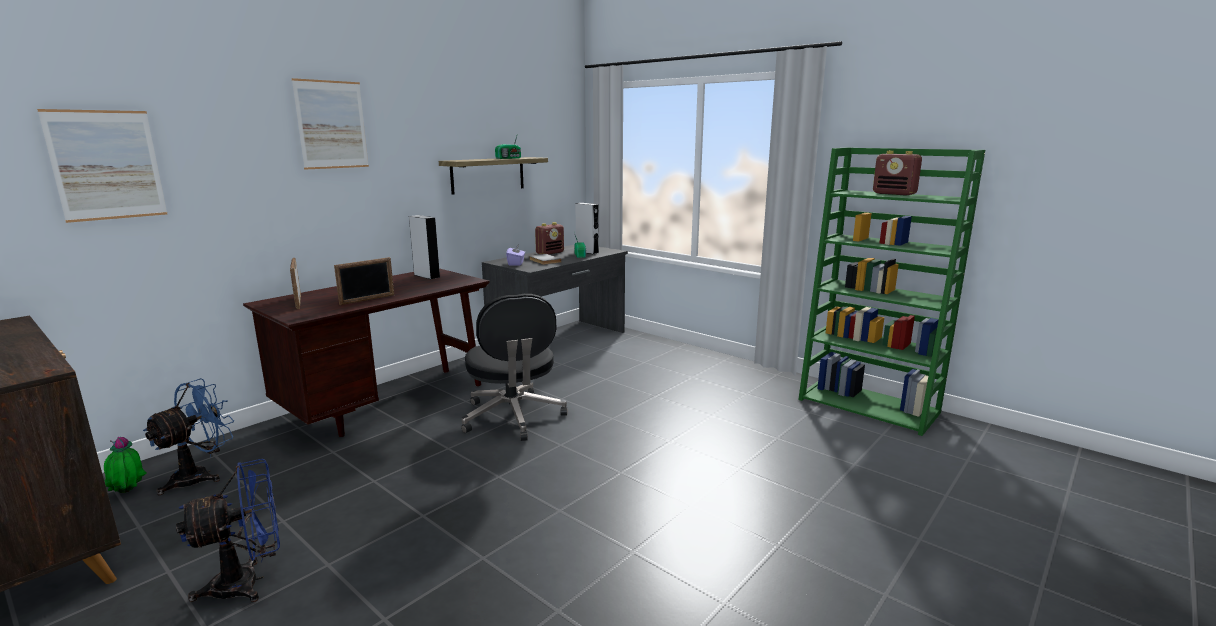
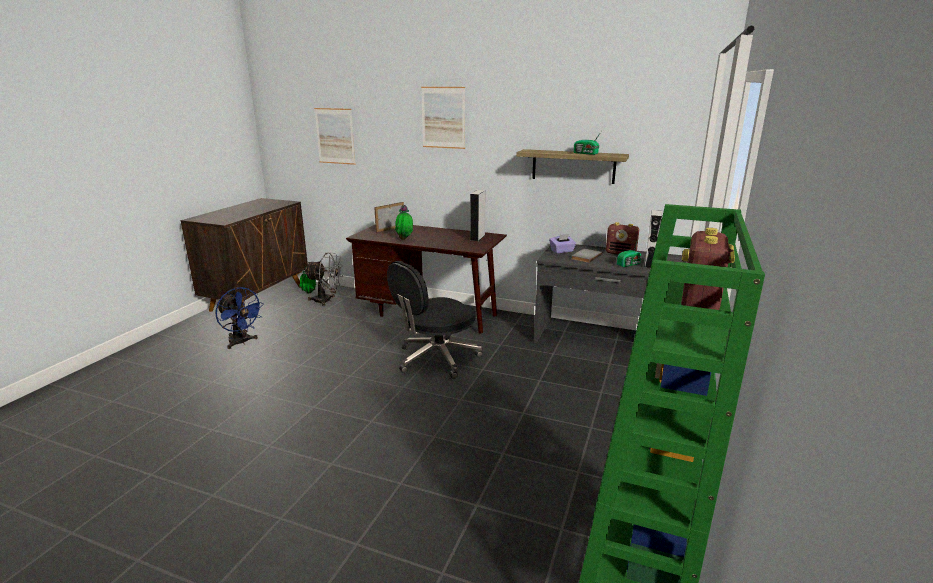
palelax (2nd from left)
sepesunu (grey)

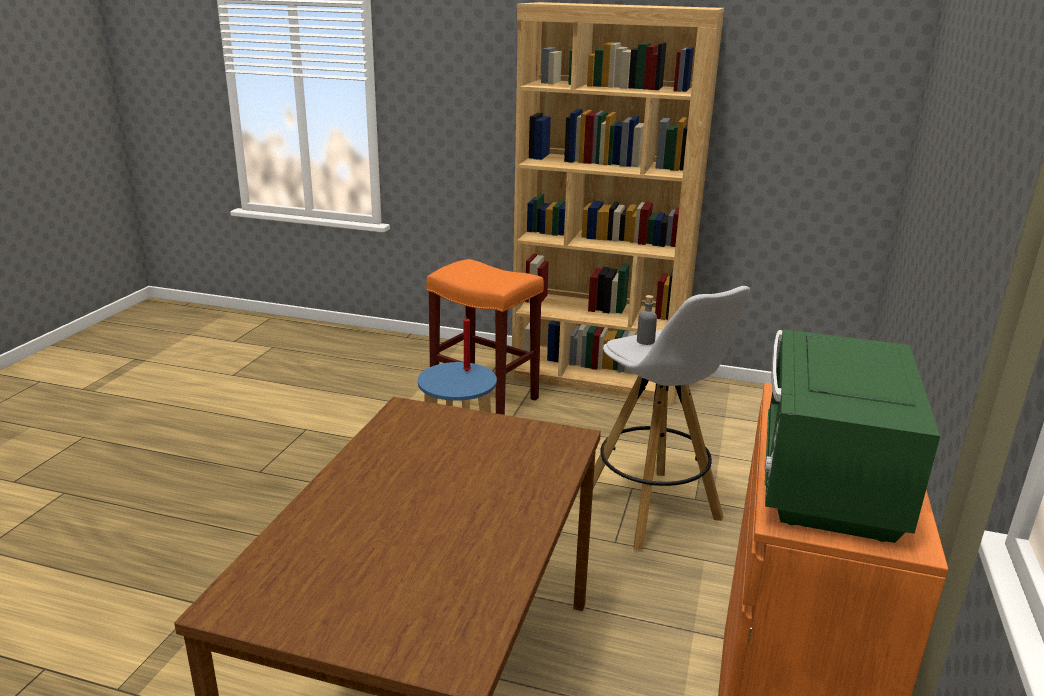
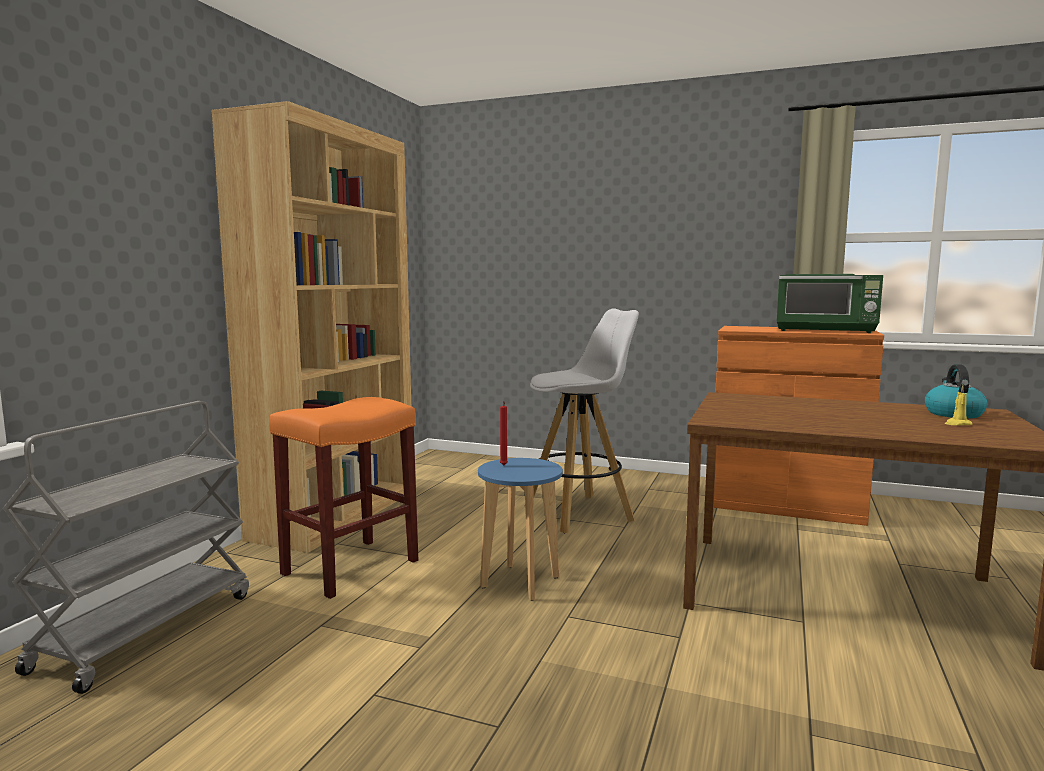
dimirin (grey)
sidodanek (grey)
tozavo
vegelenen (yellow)

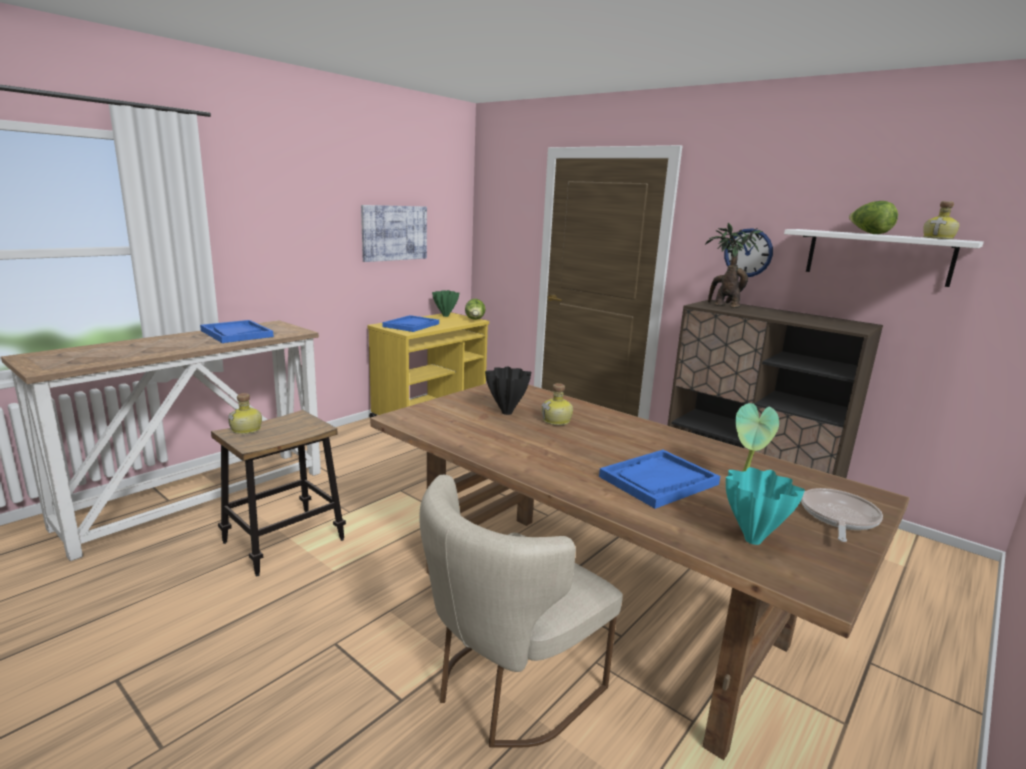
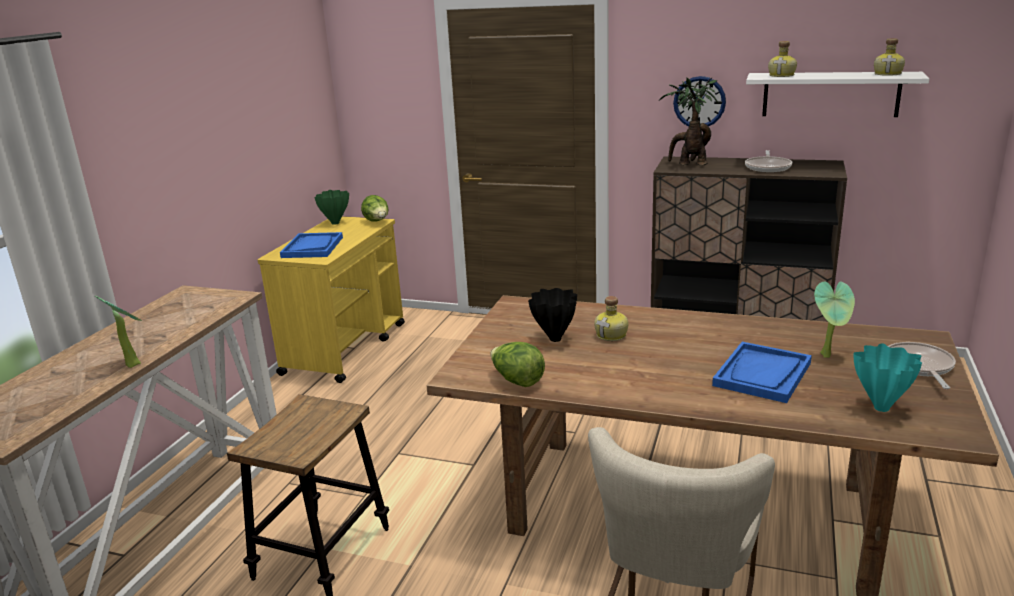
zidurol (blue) (1st from left in the first image)
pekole
palelax (1st from left)
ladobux (1st from left)
dimirin (2nd from left)
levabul (2nd from left)

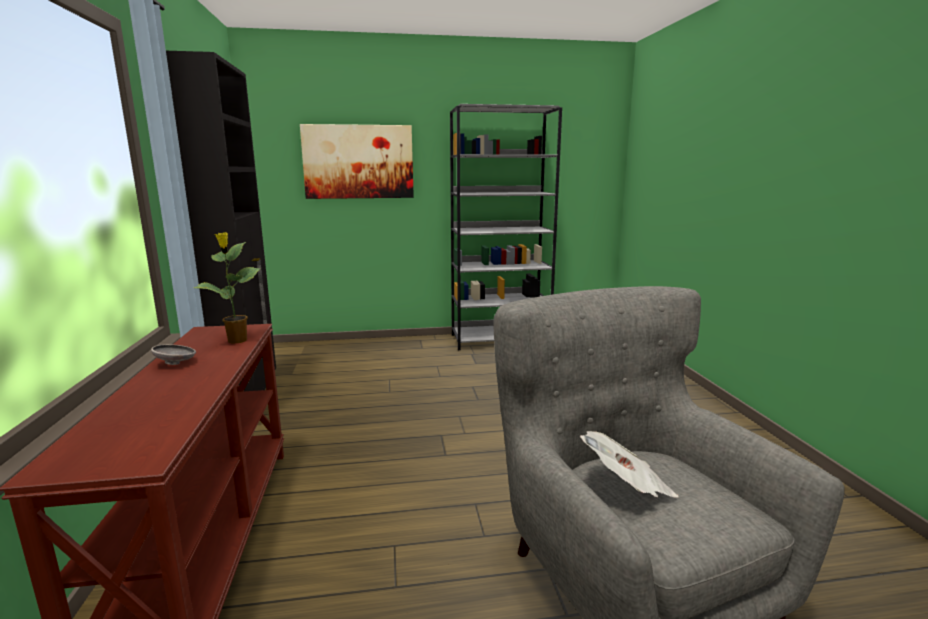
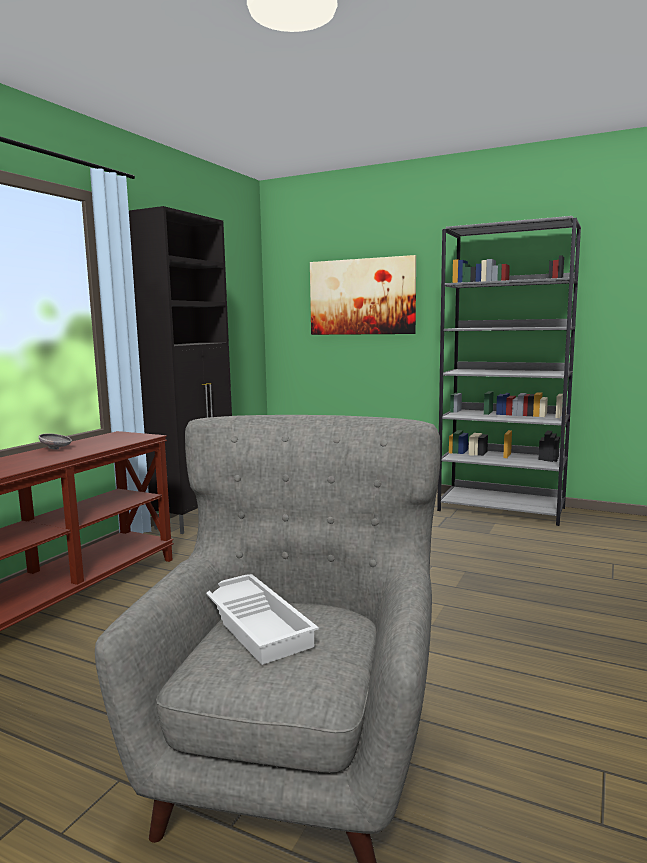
palelax
zidurol (white)

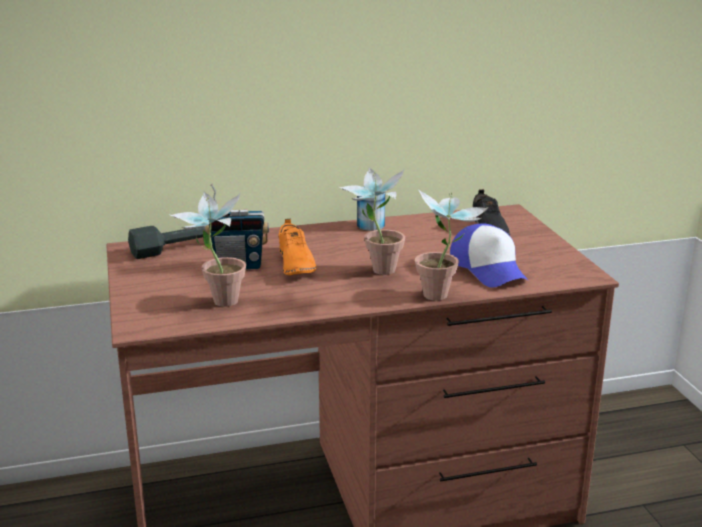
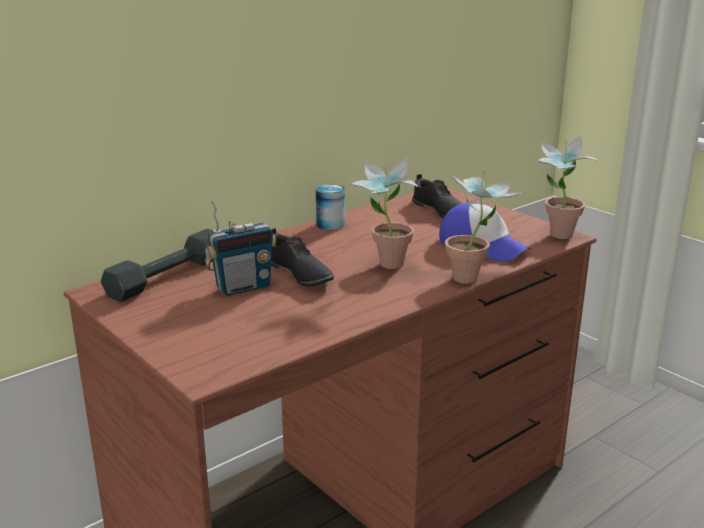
palelax (3rd from left)
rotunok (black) (1st from left)

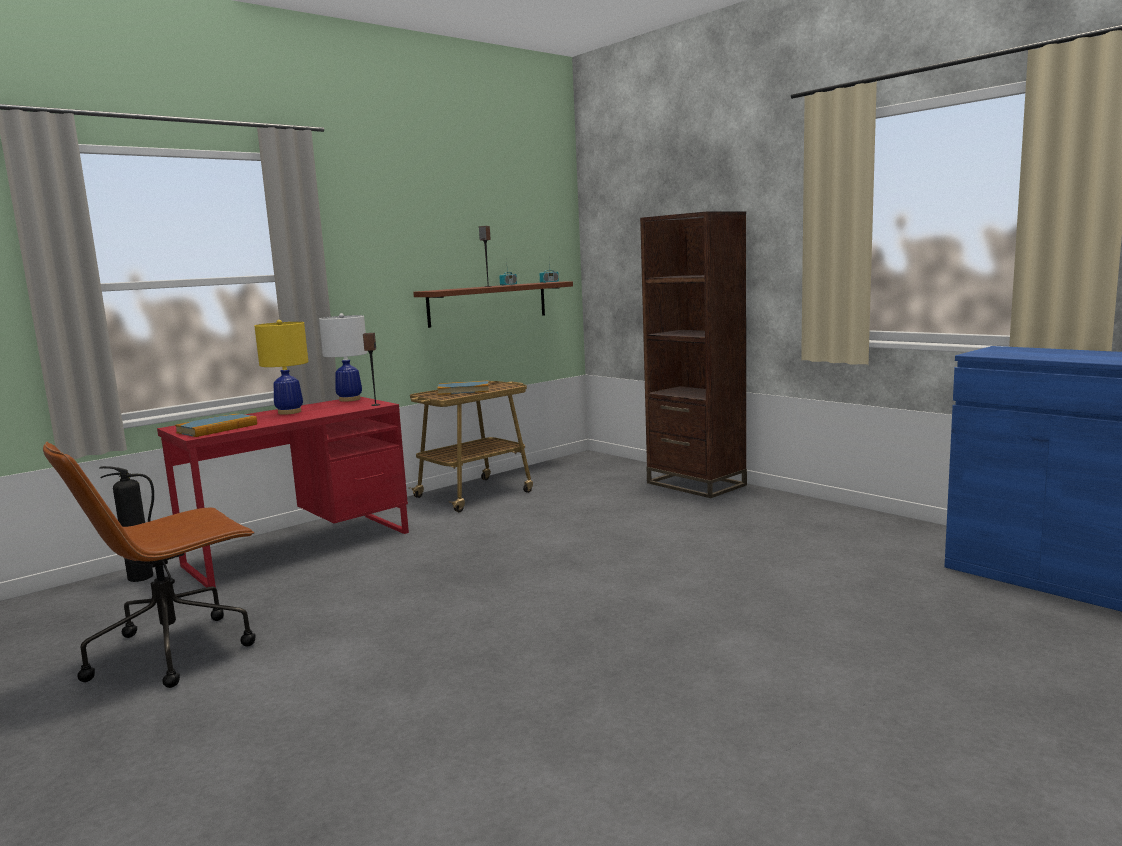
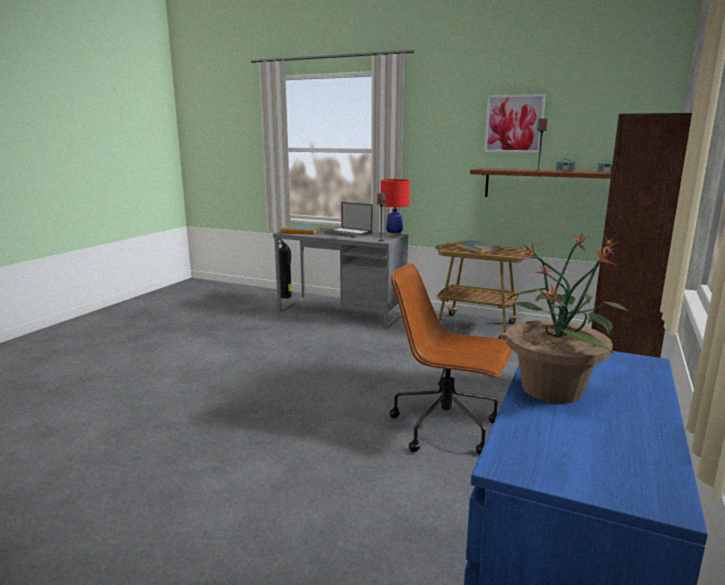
pekole
palelax
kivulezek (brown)
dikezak
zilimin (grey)
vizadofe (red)

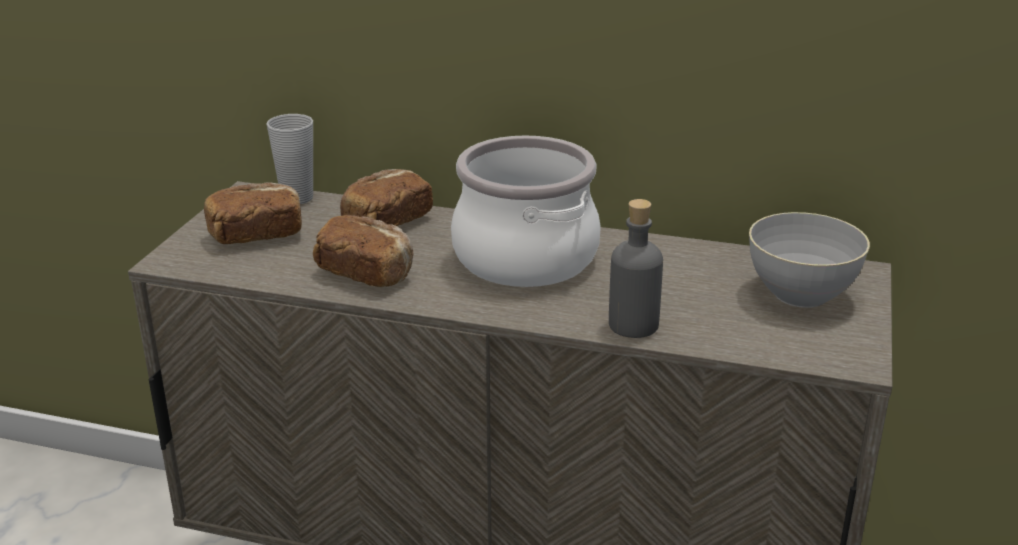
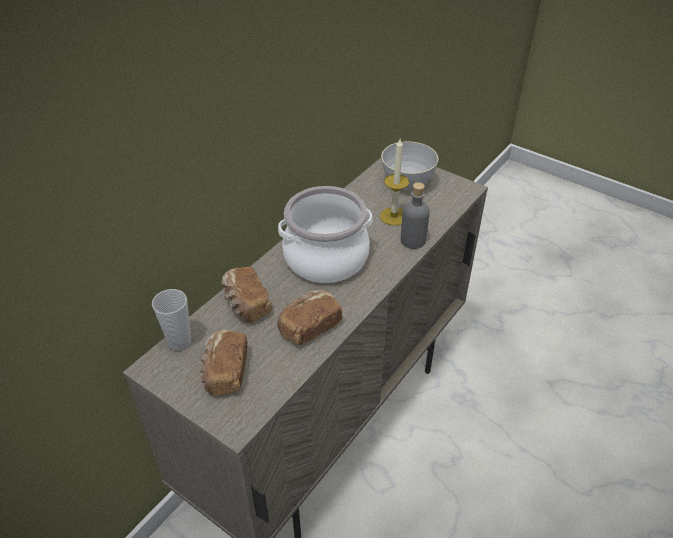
vegelenen

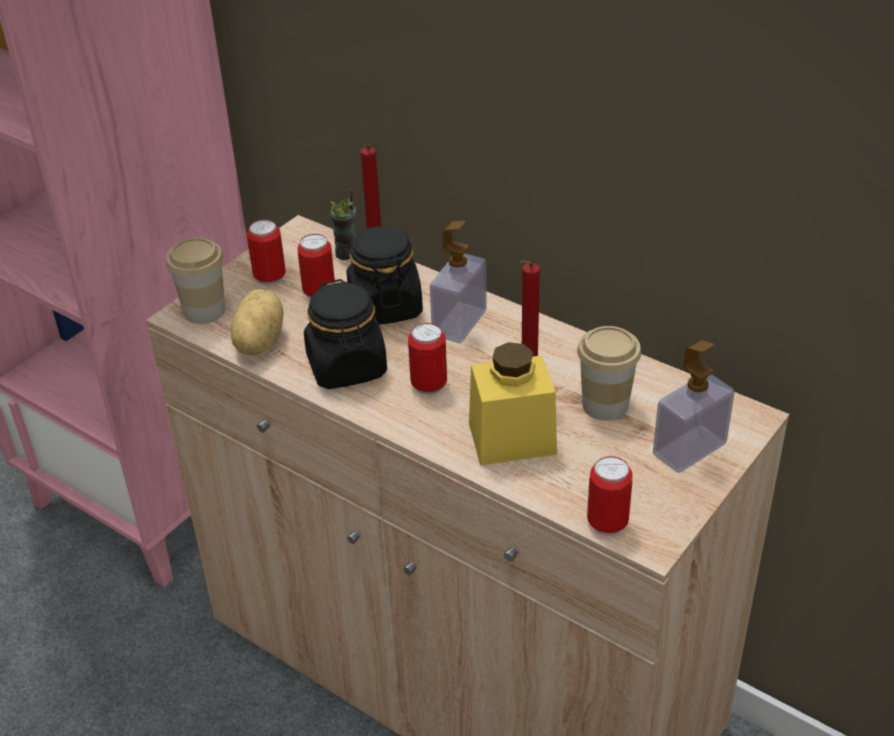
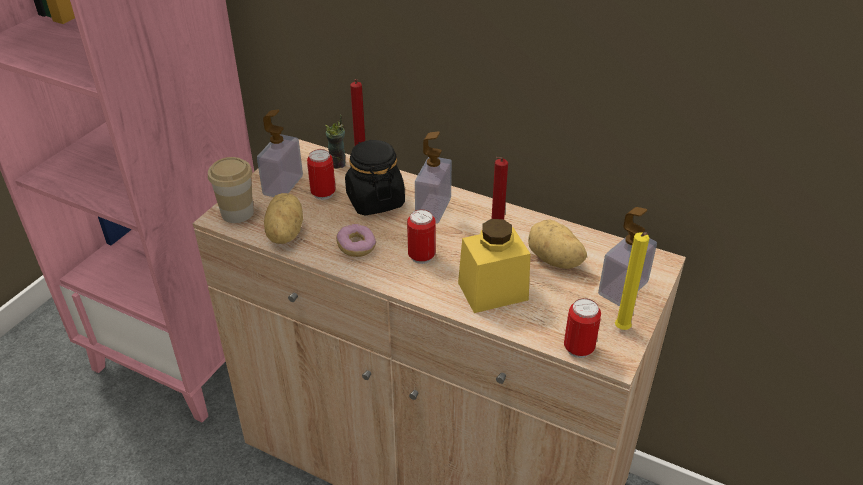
vegelenen (yellow)
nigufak (1st from left)
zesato
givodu (2nd from left)

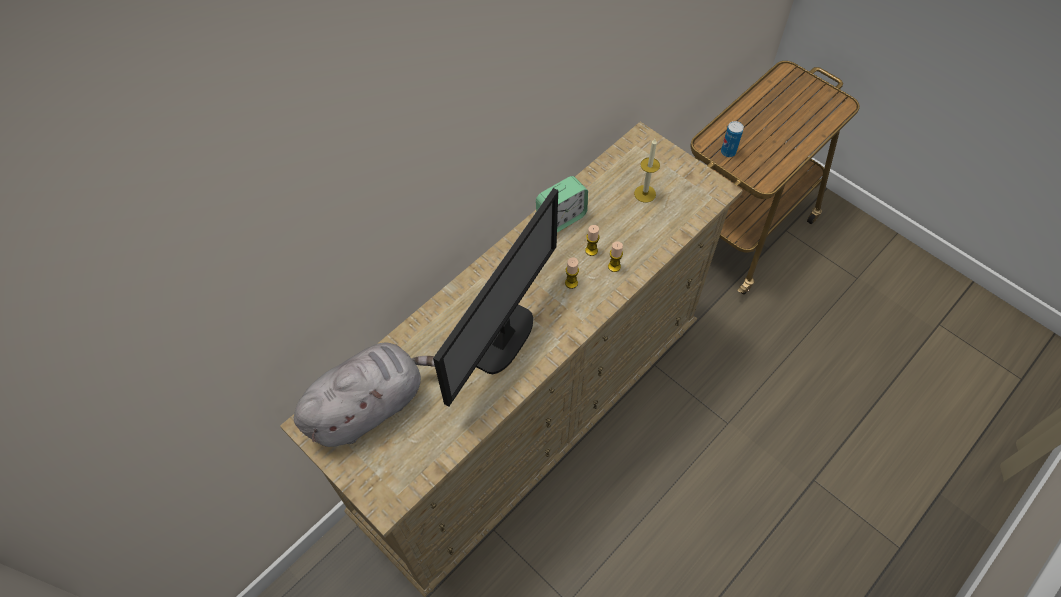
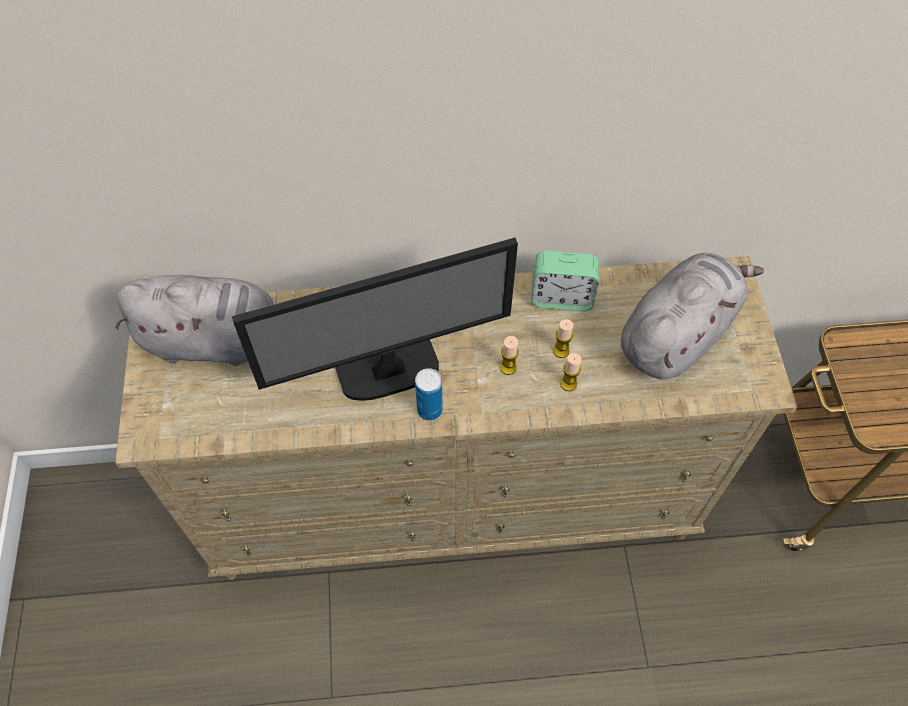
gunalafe
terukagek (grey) (2nd from left)

